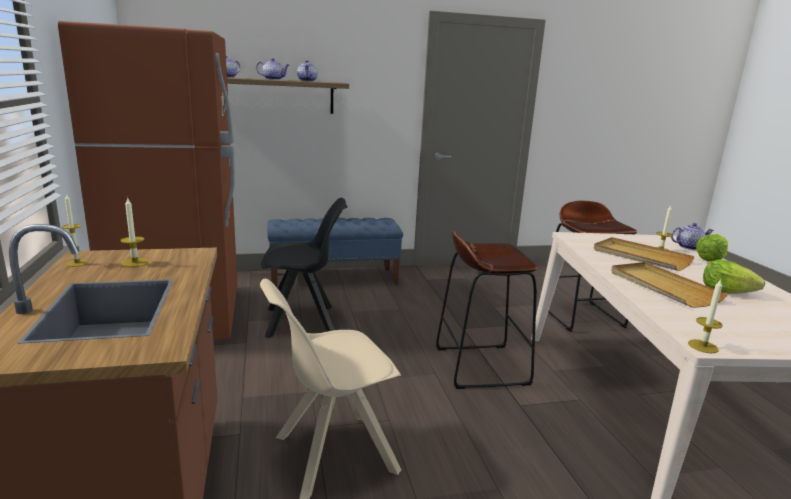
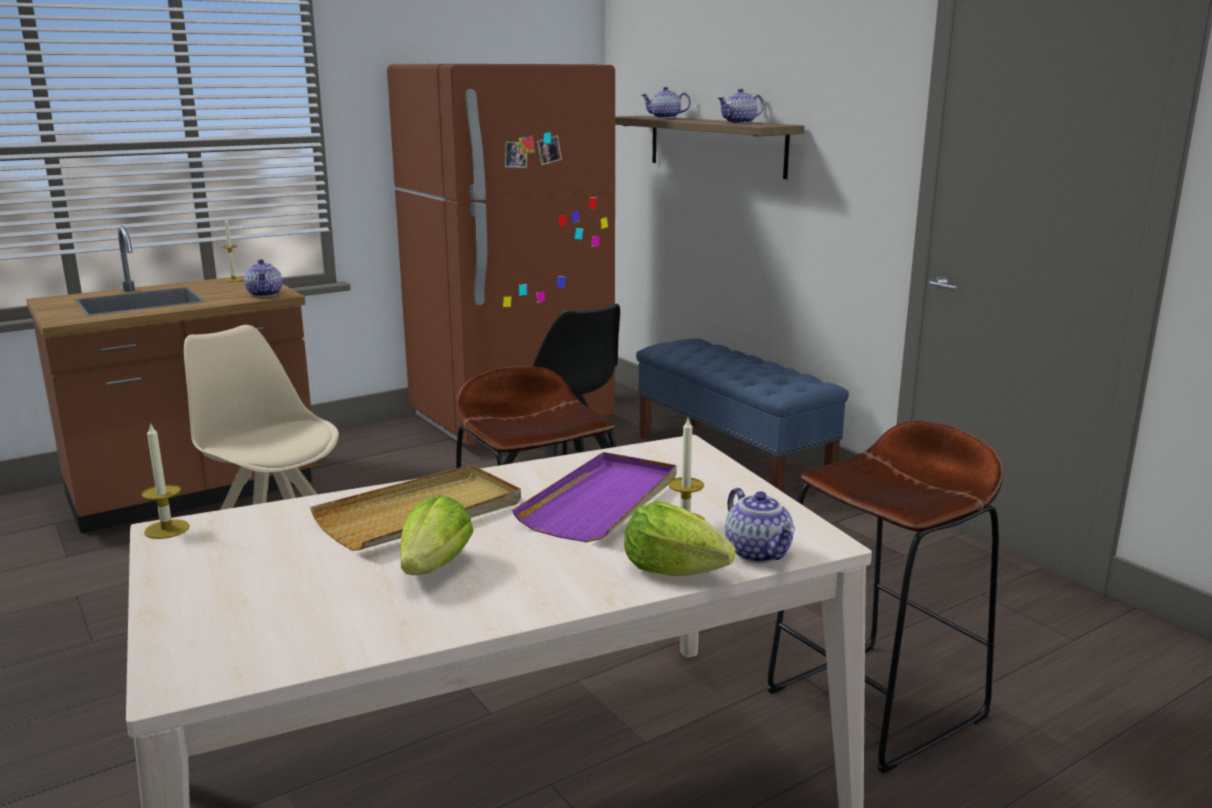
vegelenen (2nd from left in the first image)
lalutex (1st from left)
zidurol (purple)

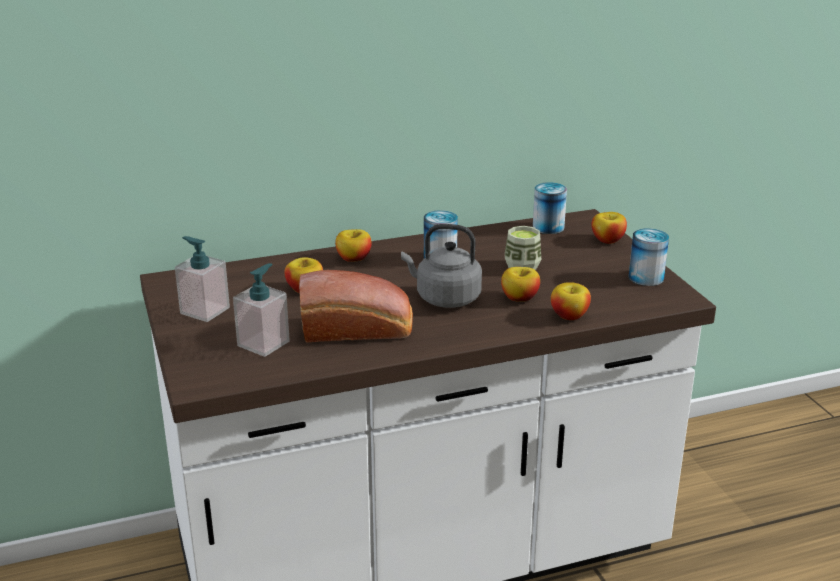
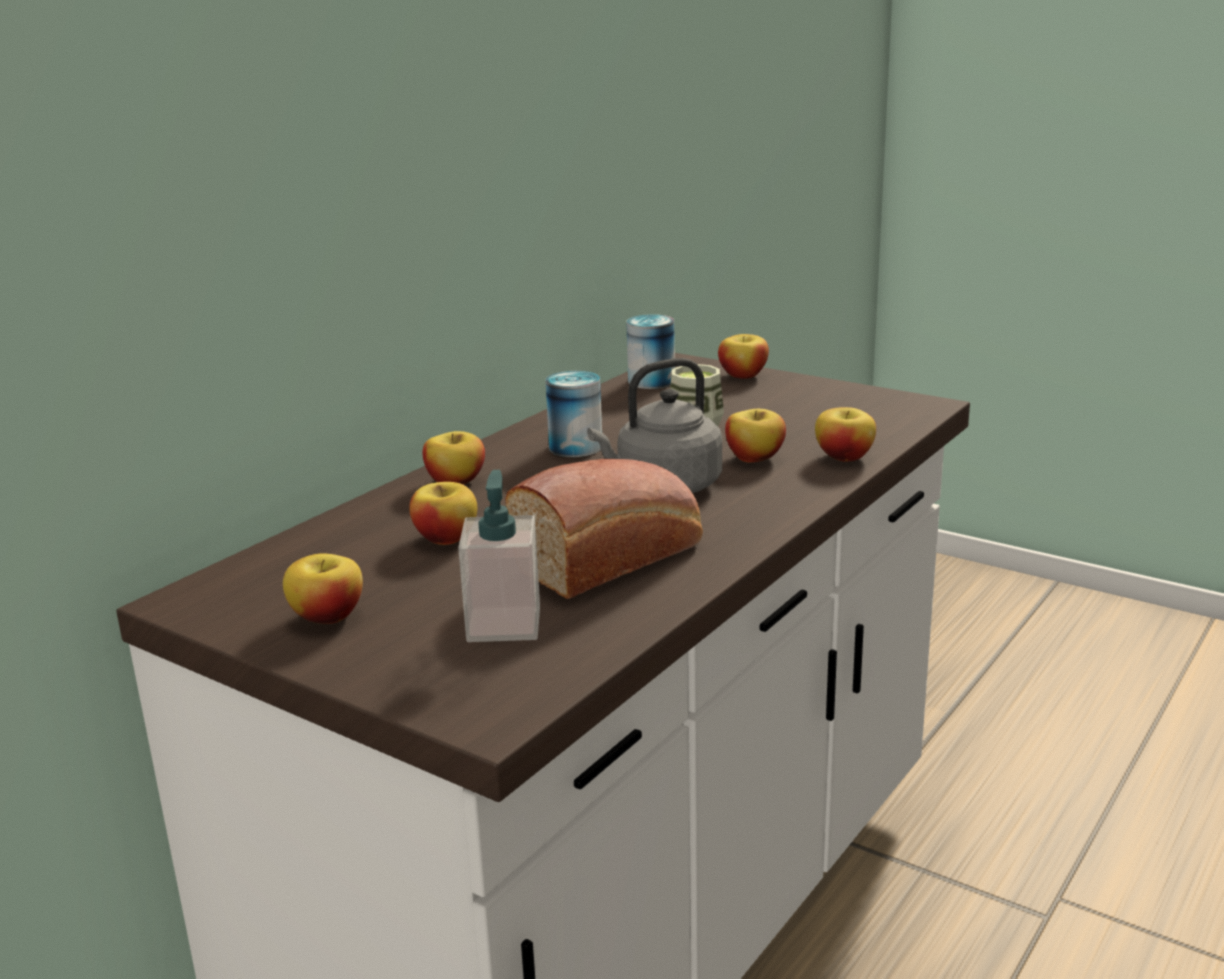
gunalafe (3rd from left in the first image)
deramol (1st from left)

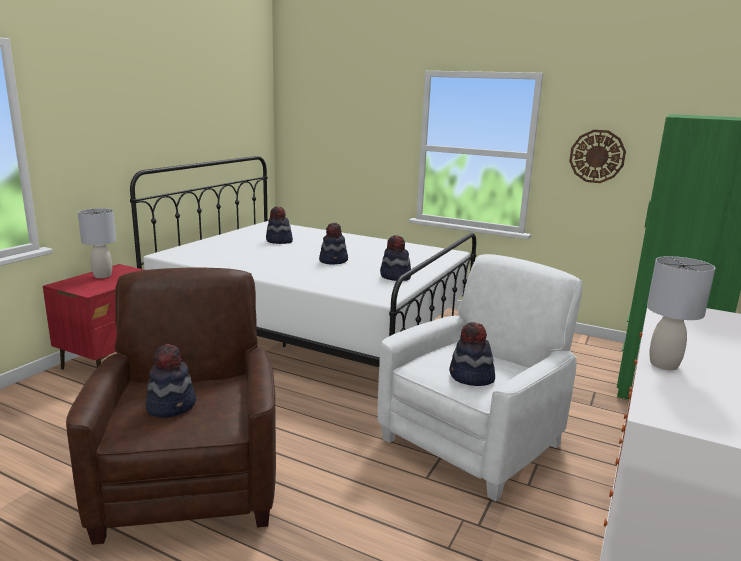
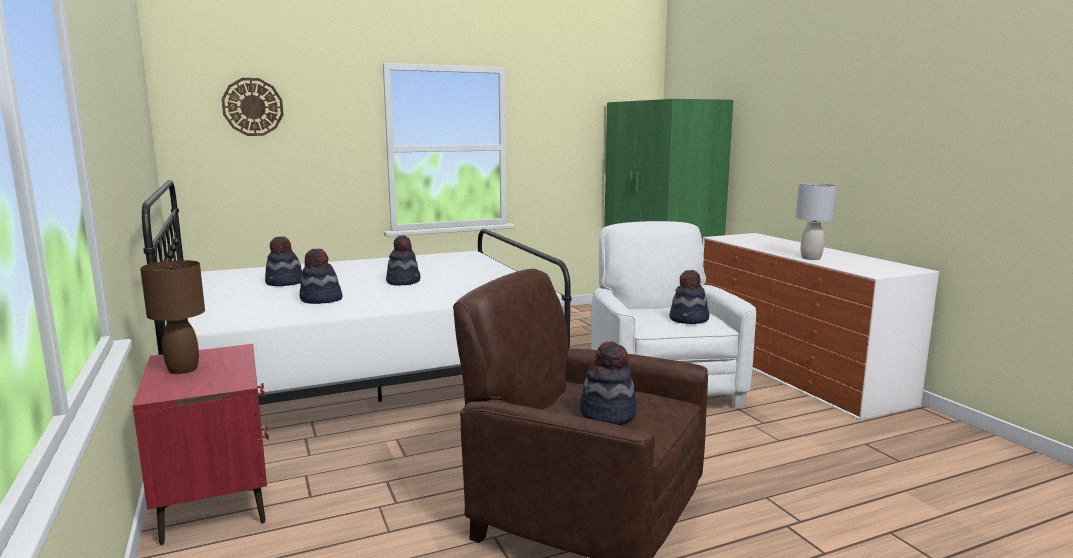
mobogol (2nd from left)
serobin
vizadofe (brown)

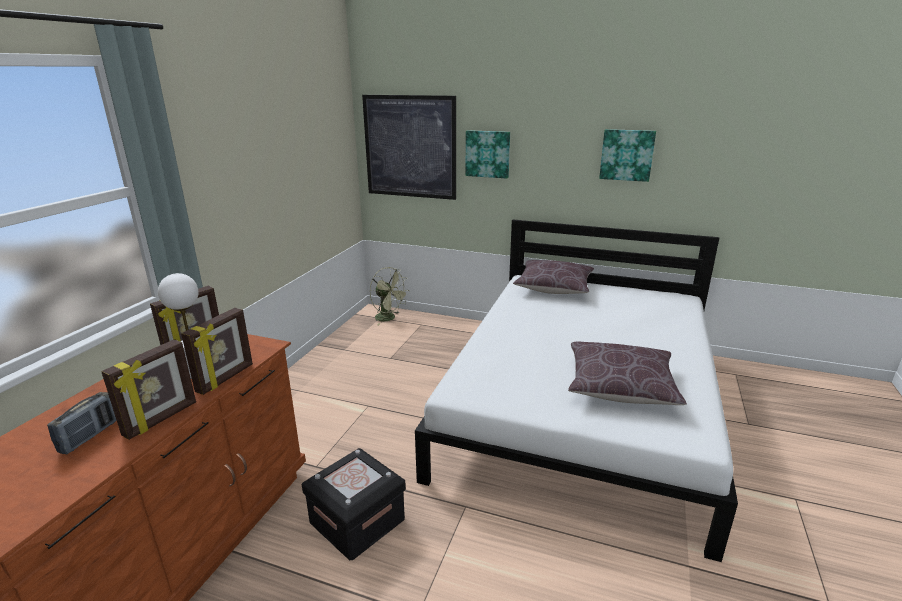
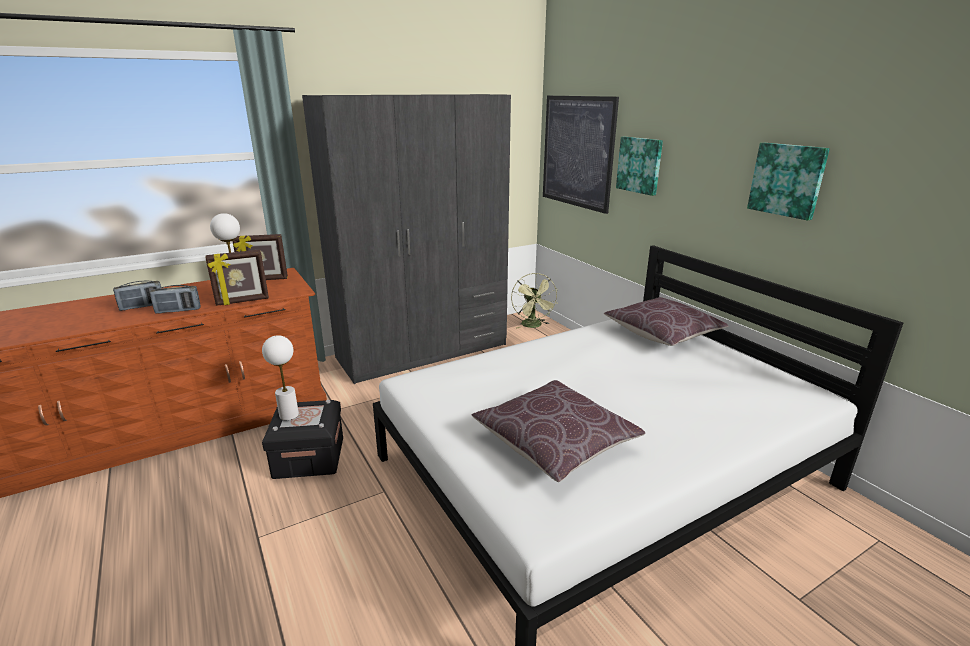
vizadofe (white) (2nd from left)
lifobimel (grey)
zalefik (2nd from left)

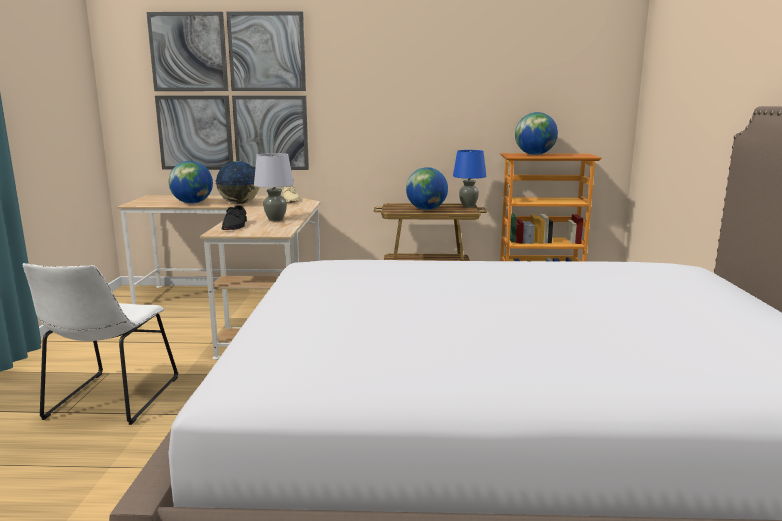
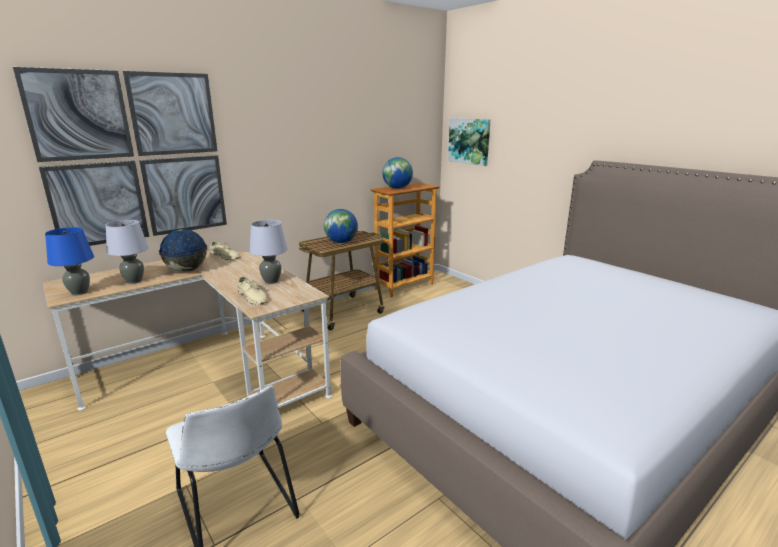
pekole (2nd from left)
vizadofe (blue)
vizadofe (grey) (1st from left)
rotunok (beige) (2nd from left)

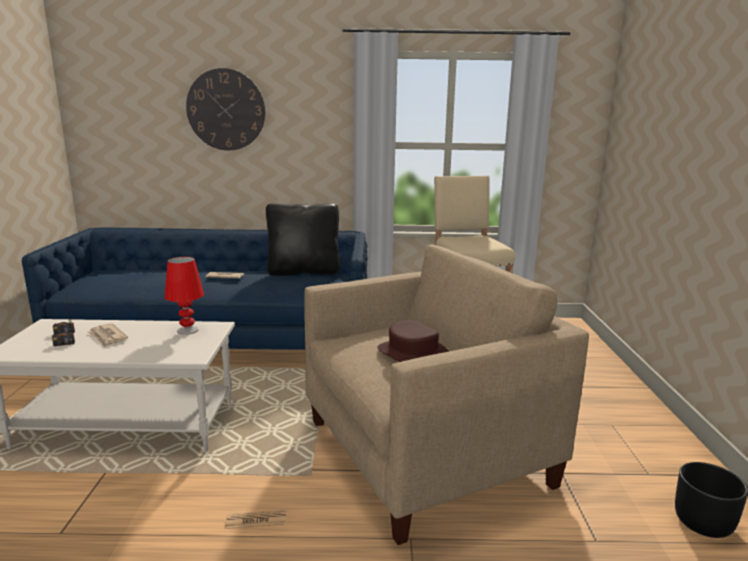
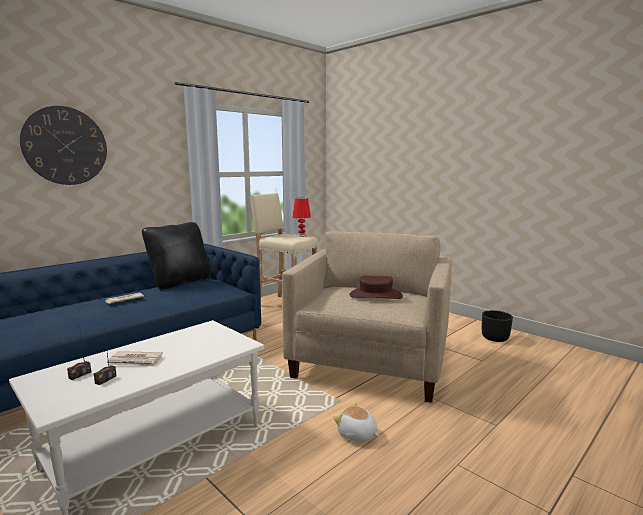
vizadofe (red)
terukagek

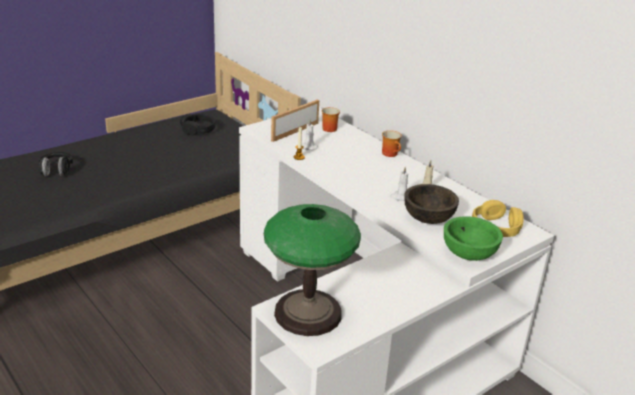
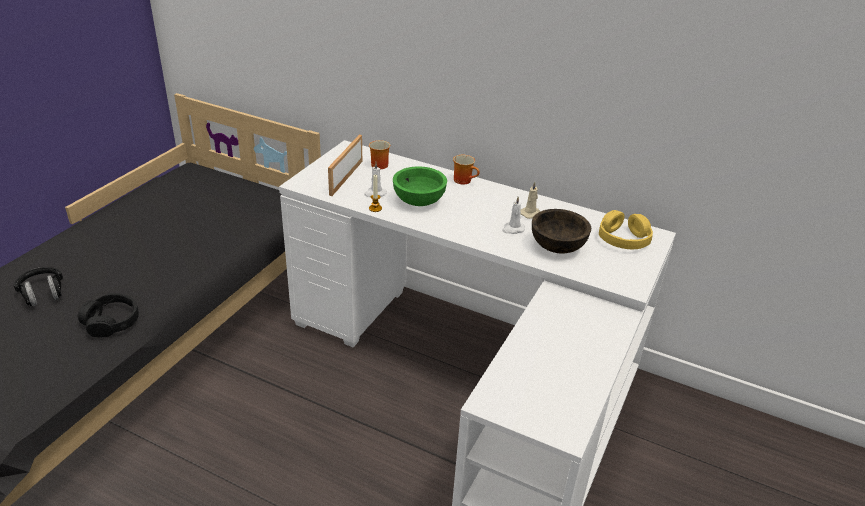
vizadofe
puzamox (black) (2nd from left)
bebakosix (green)

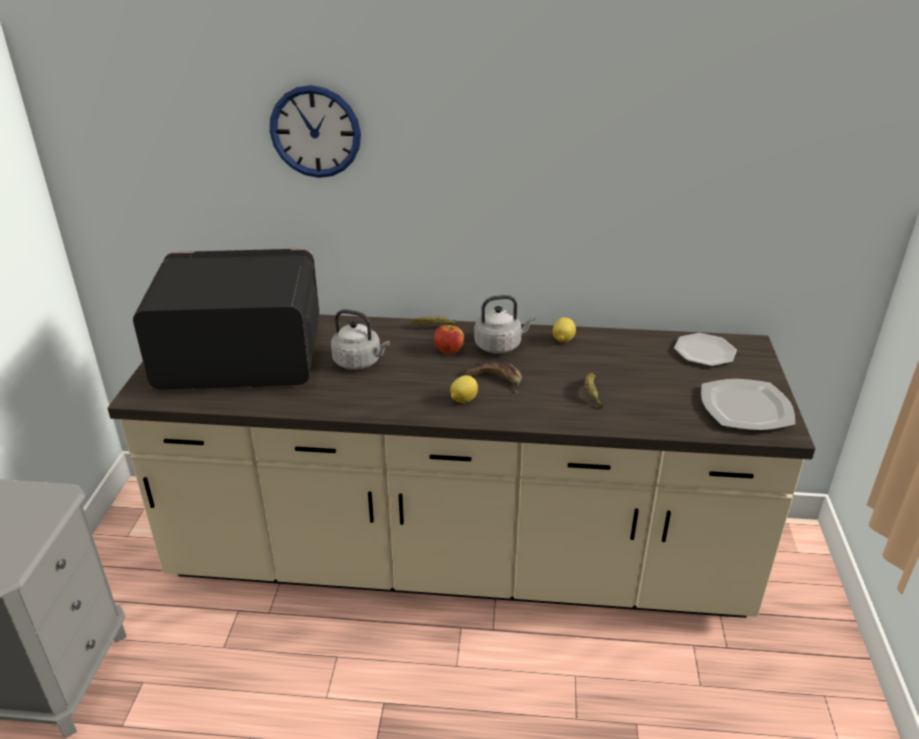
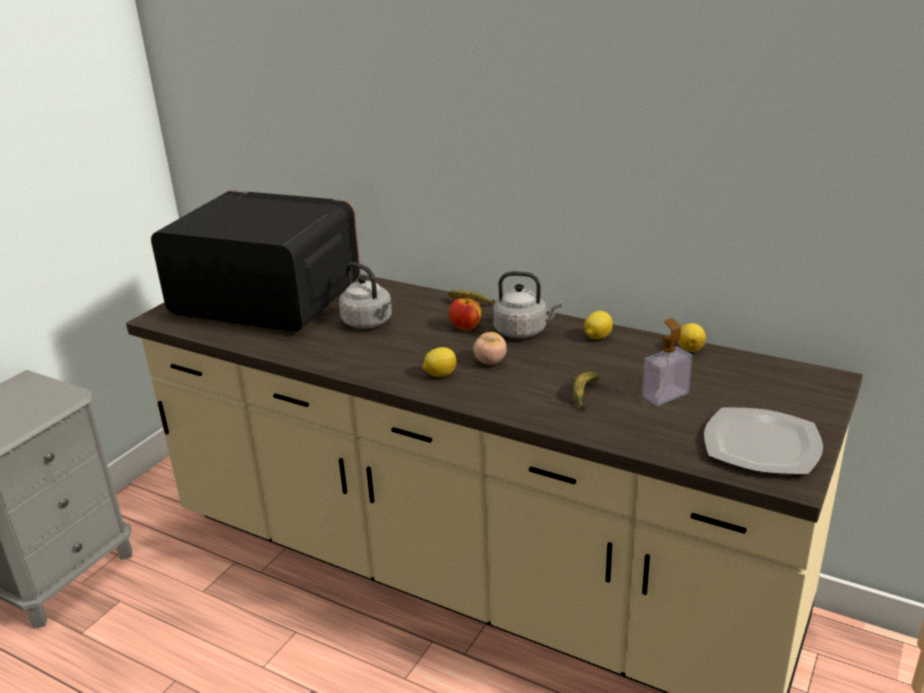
serobin
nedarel (1st from left in the first image)
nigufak
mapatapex (3rd from left)
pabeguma

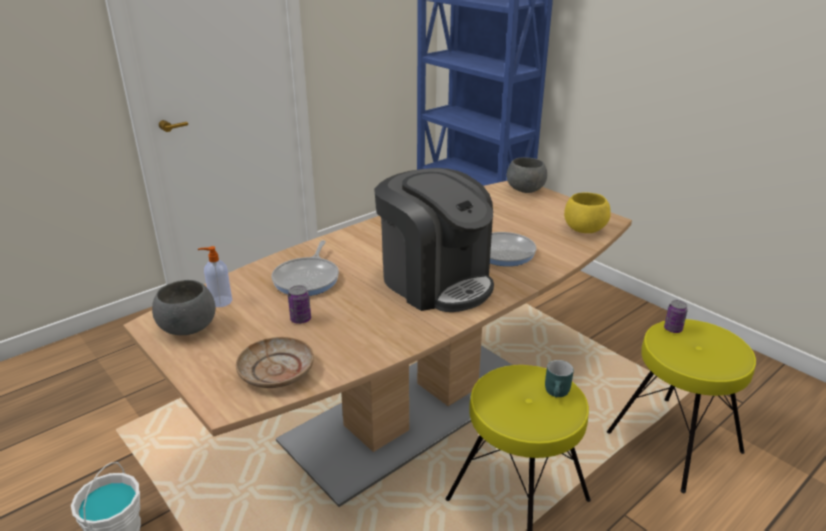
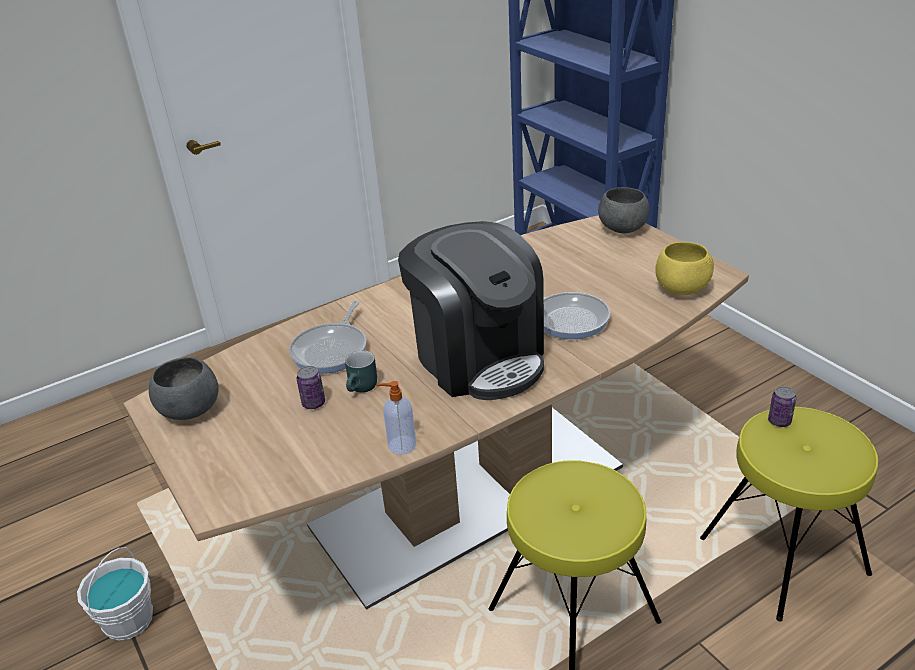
nedarel (beige)
nigufak
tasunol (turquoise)

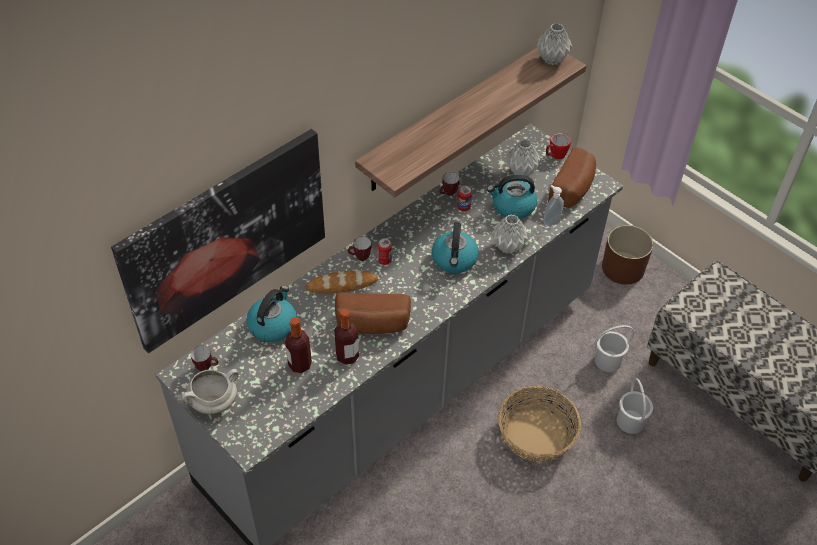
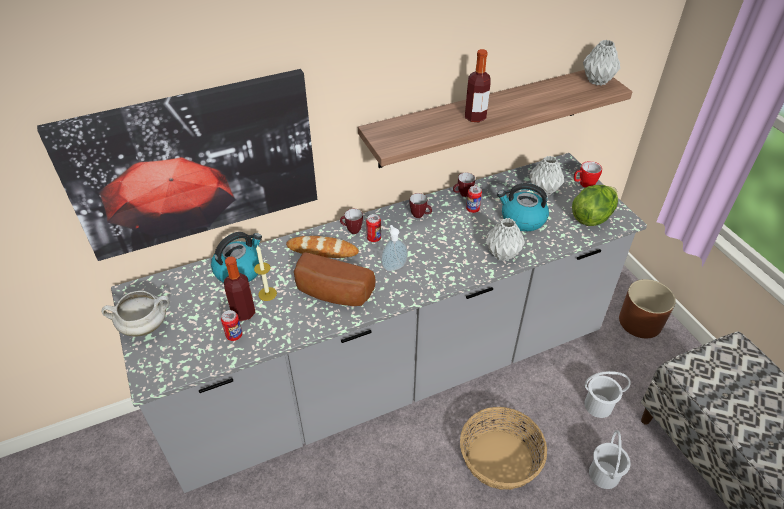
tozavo (2nd from left in the first image)
gunalafe (1st from left)
vegelenen
tasunol (2nd from left)
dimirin (2nd from left)
nigufak
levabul

